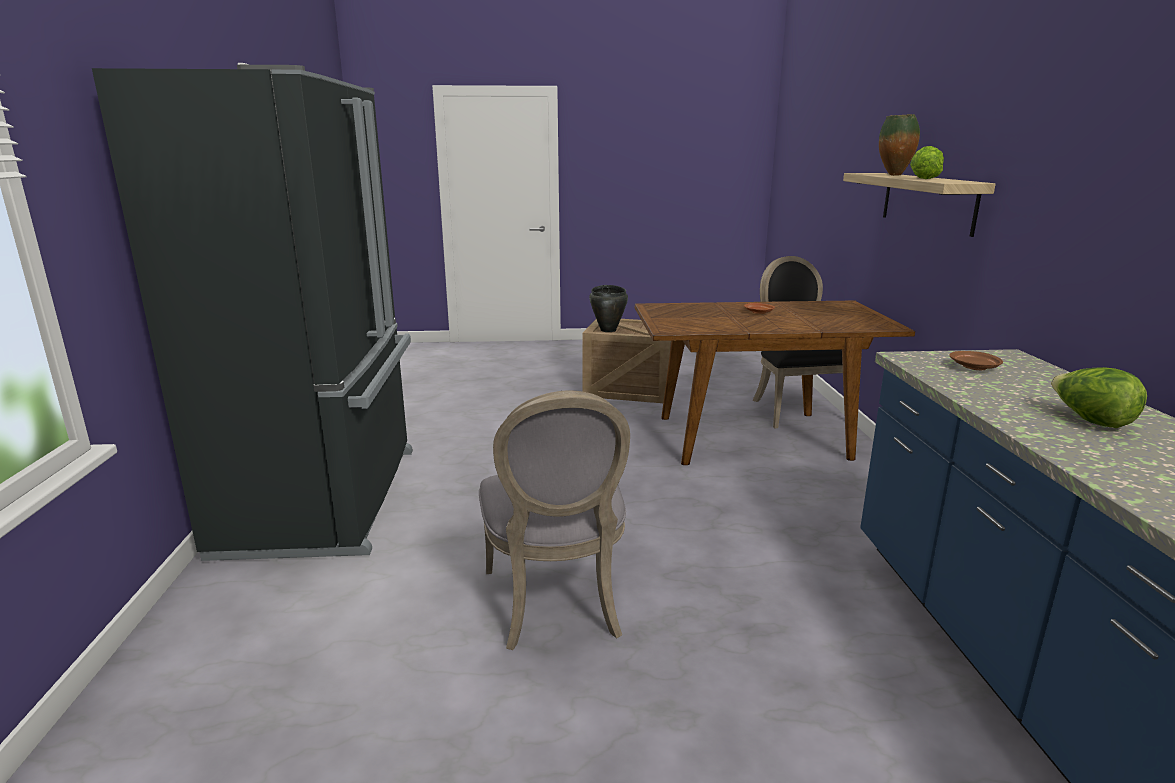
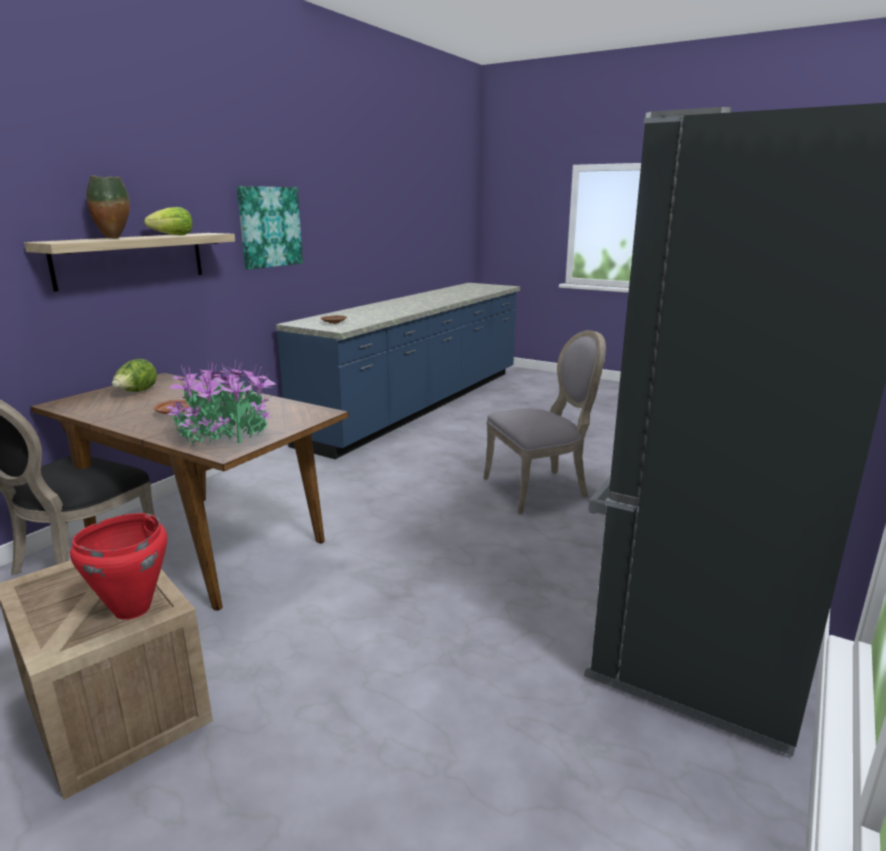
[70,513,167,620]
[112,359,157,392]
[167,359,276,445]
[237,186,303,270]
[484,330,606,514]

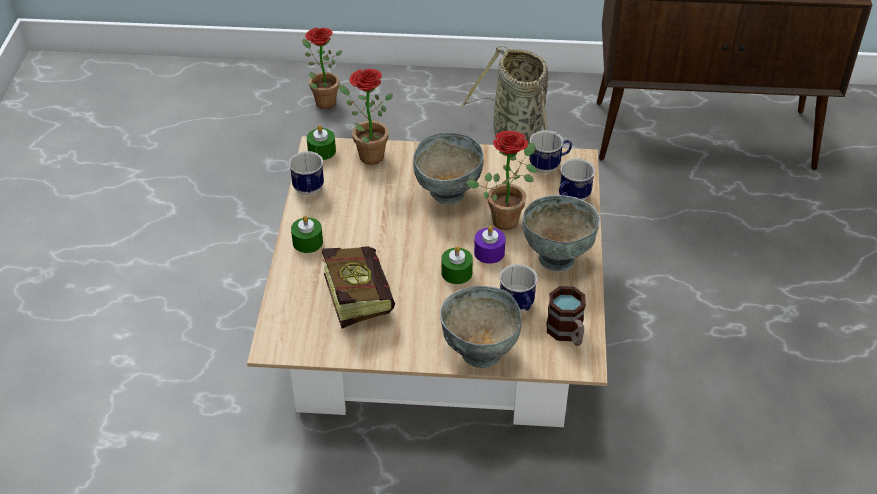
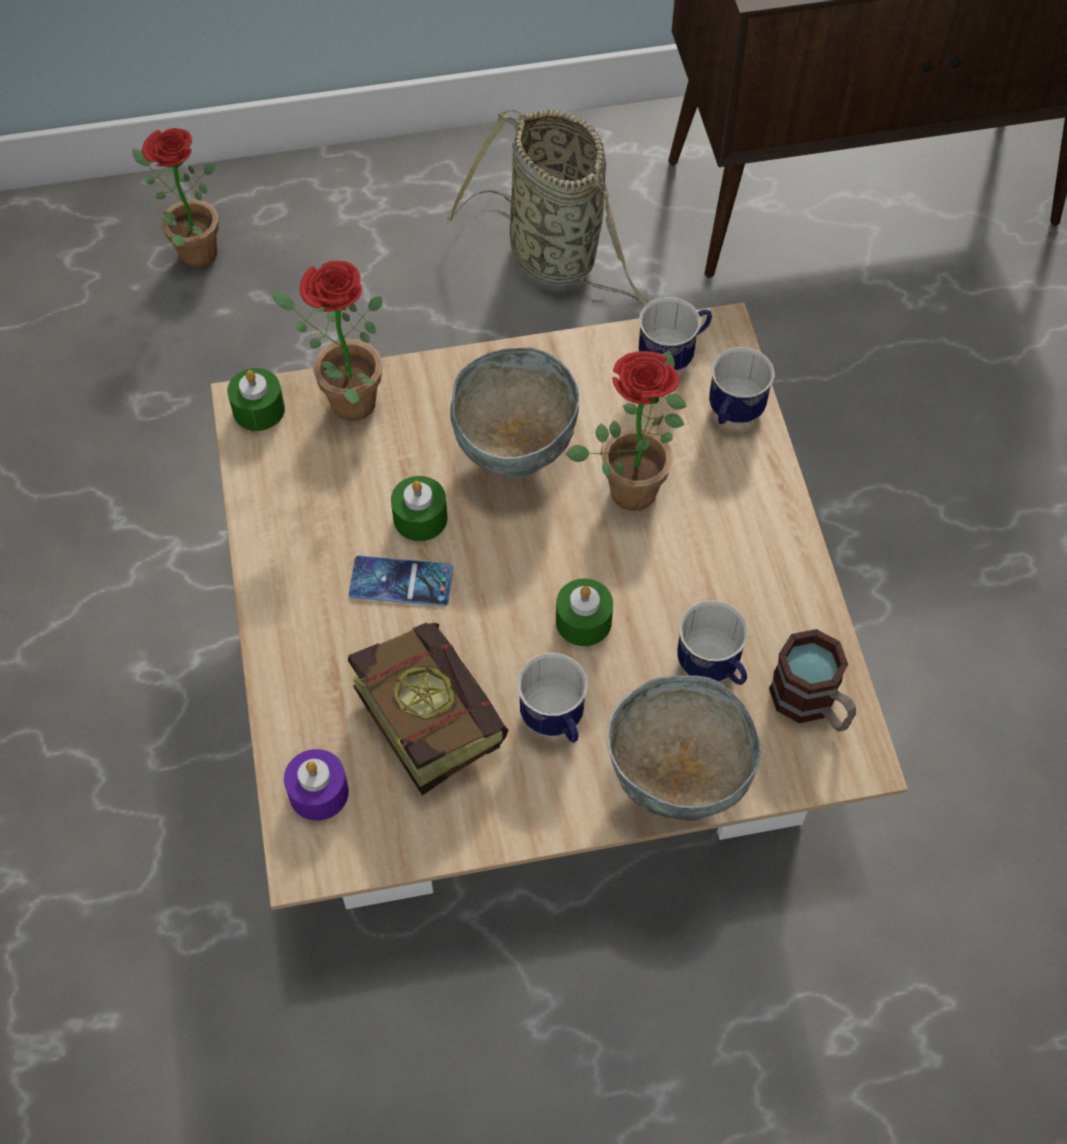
[284,749,349,821]
[349,555,453,606]
[391,476,448,541]
[517,653,587,743]
[522,195,600,272] (first image)

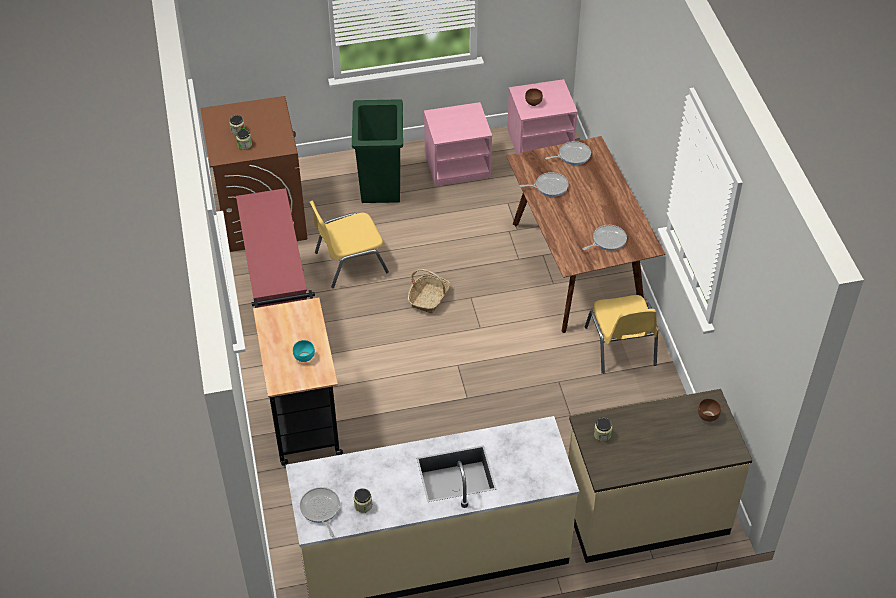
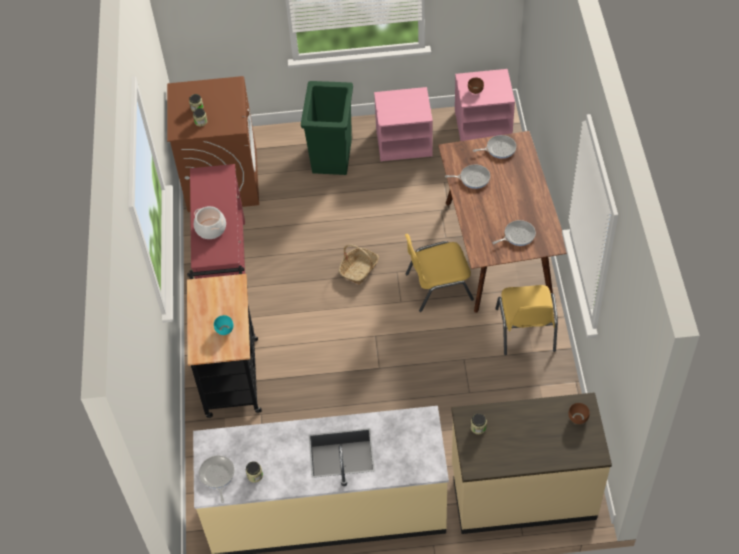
[194,206,226,239]
[405,234,474,312]

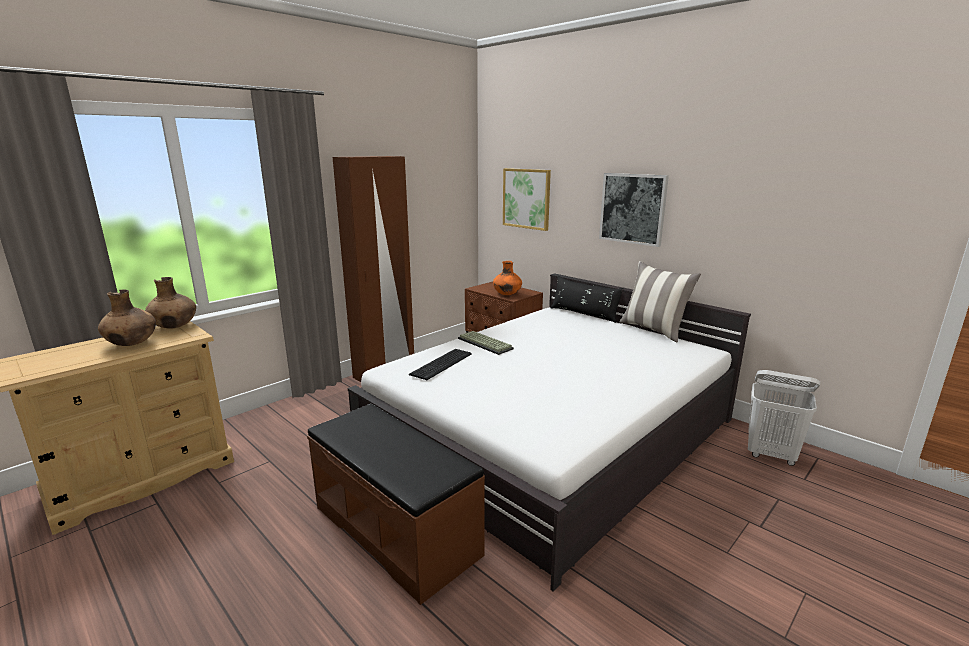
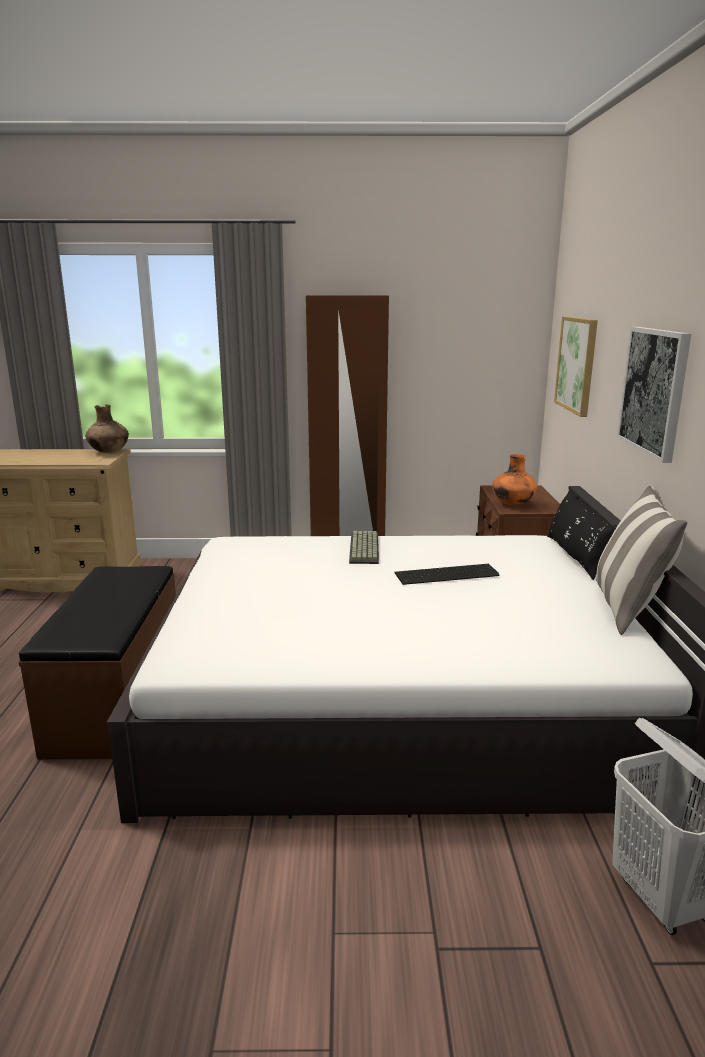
[394,564,499,585]
[98,290,156,346] (first image)

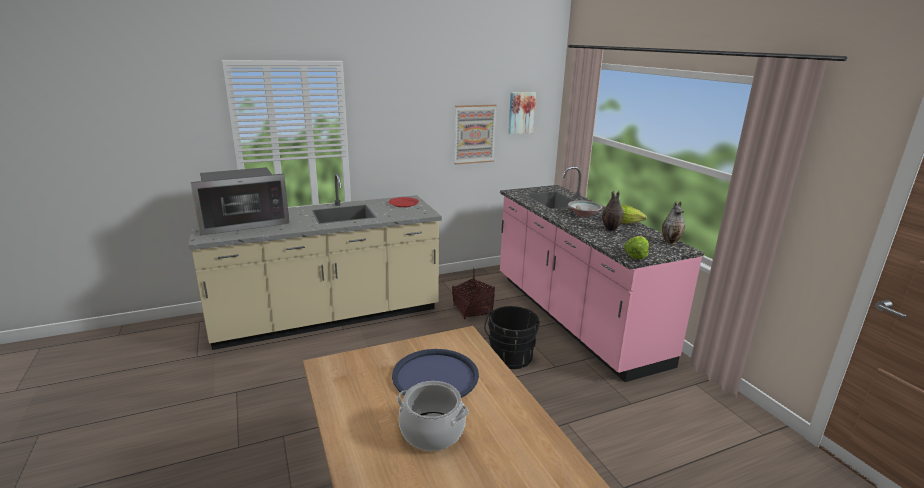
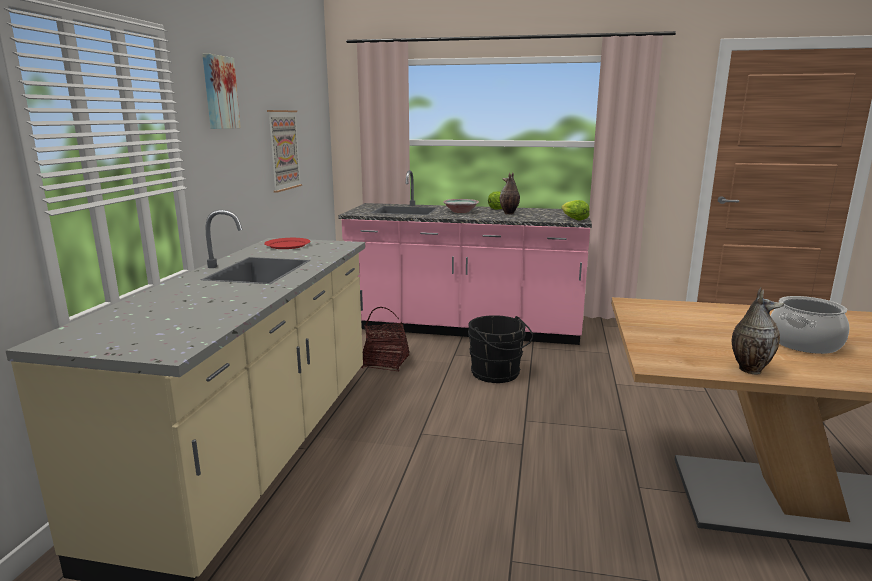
[202,53,241,129]
[732,287,784,375]
[191,167,290,236] (first image)
[392,349,479,398] (first image)

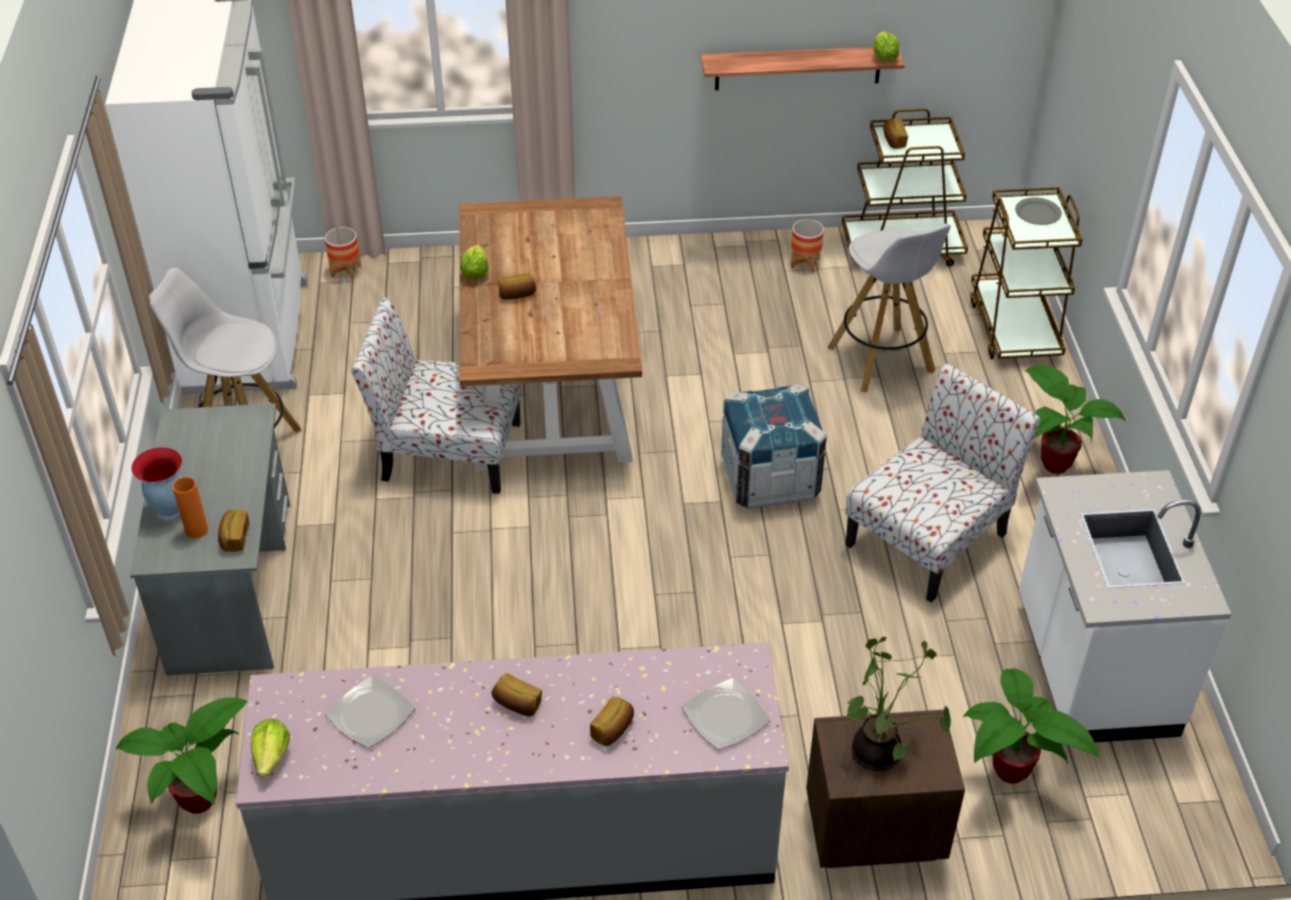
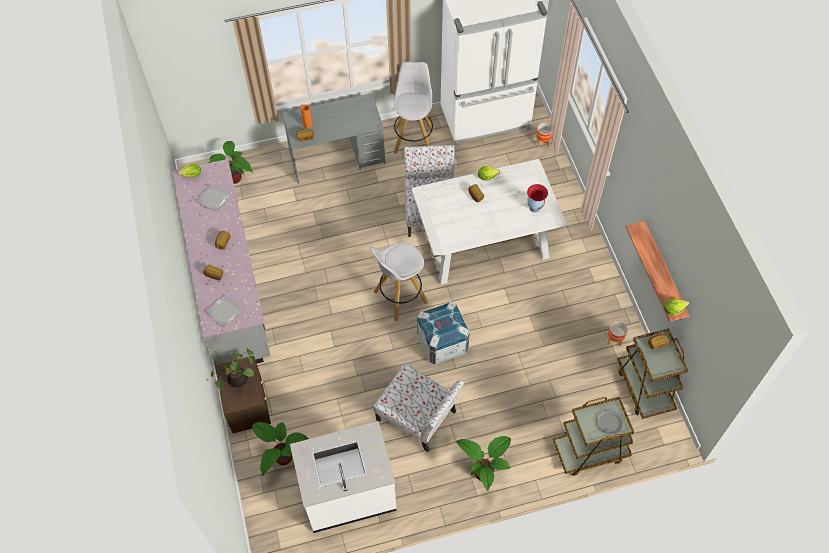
[370,242,428,321]
[411,159,567,284]
[527,184,548,213]

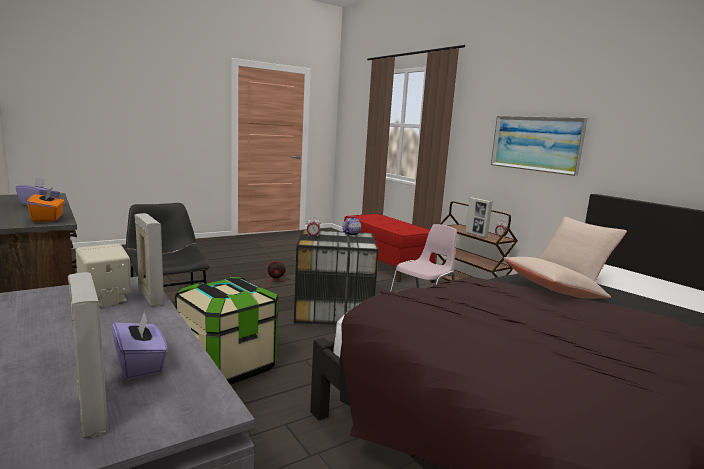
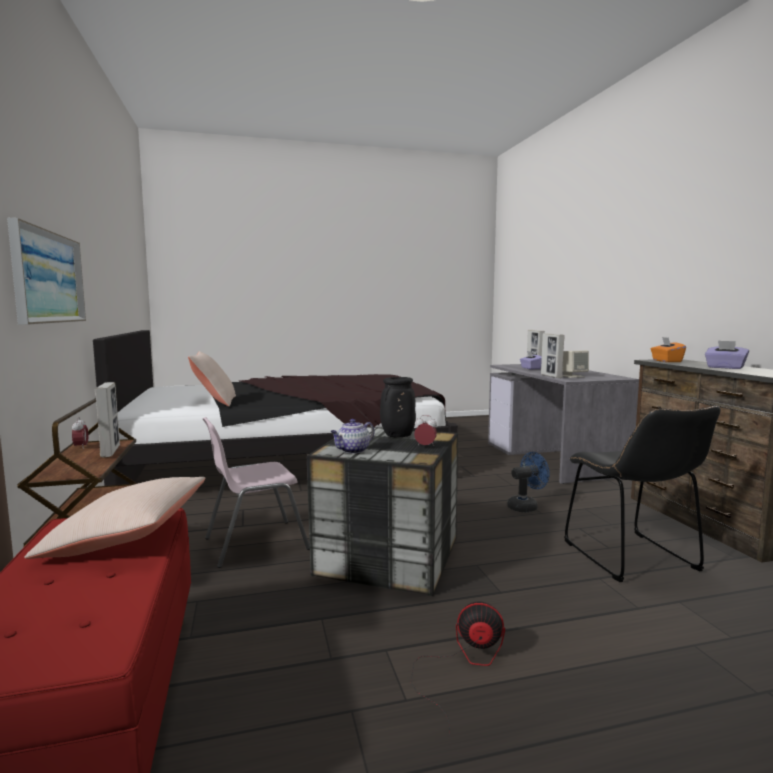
[24,477,206,559]
[380,377,416,437]
[507,452,550,512]

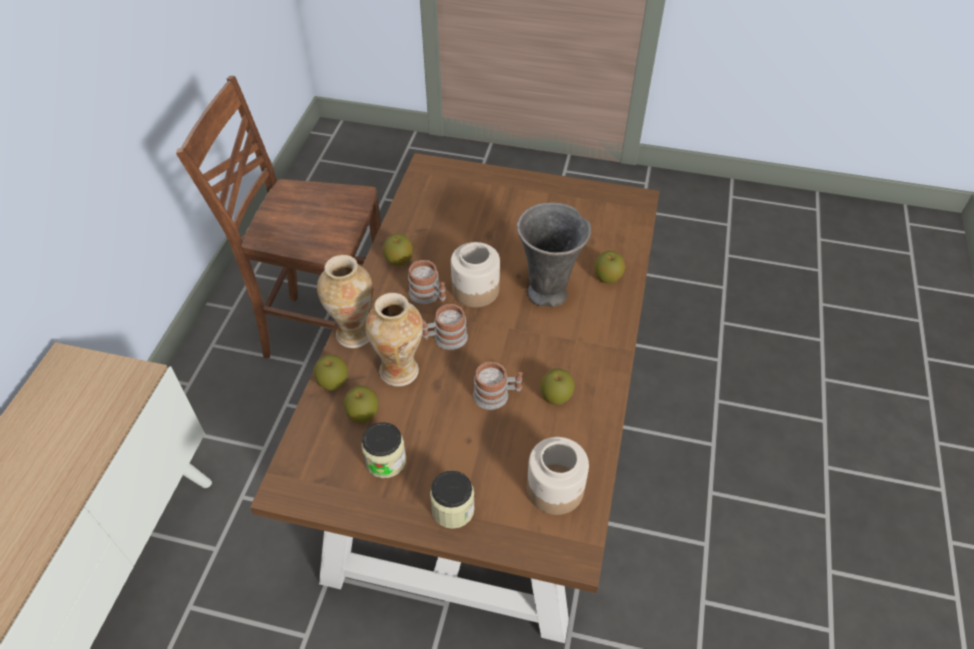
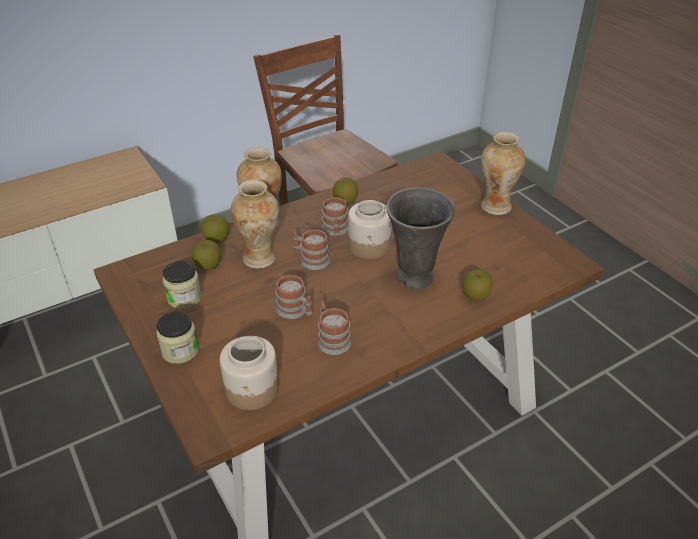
[318,301,351,355]
[481,132,525,215]

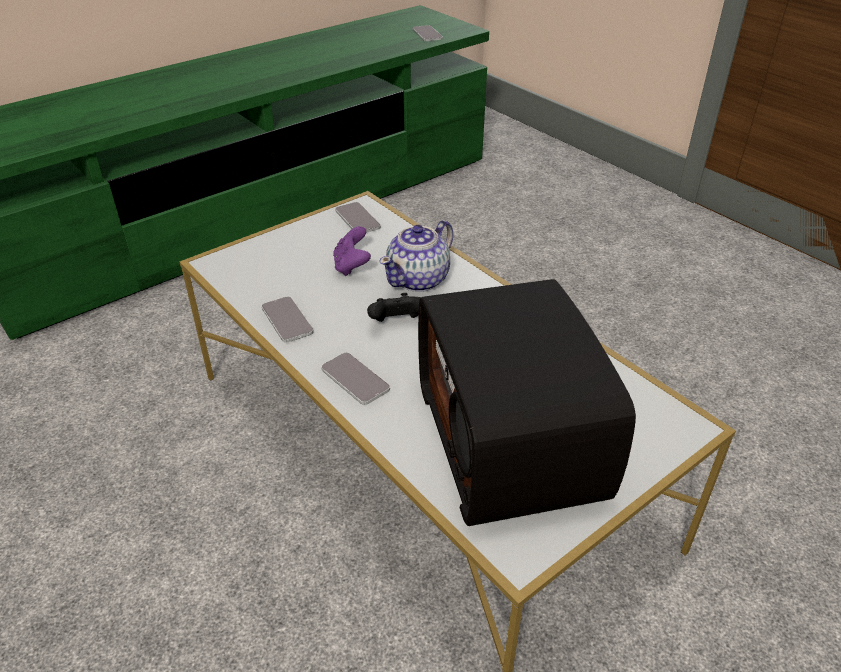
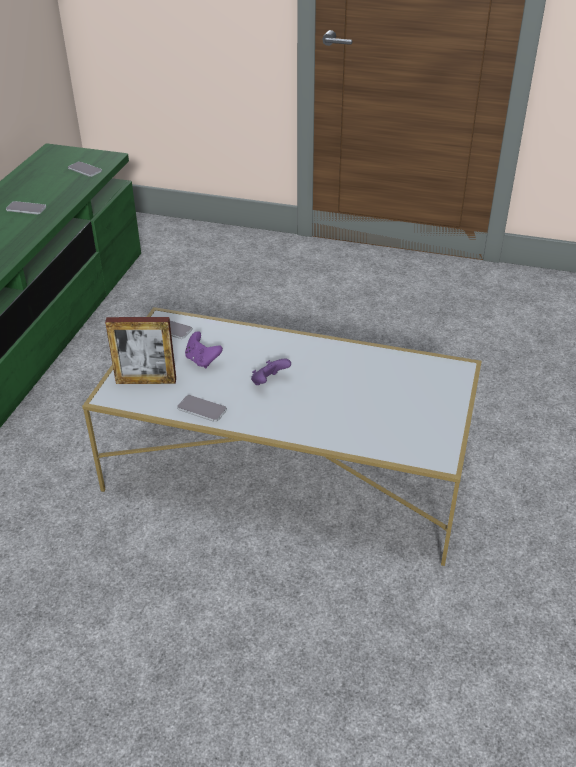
[6,201,46,214]
[105,317,176,384]
[251,359,291,385]
[380,220,454,292] (first image)
[418,279,636,526] (first image)

